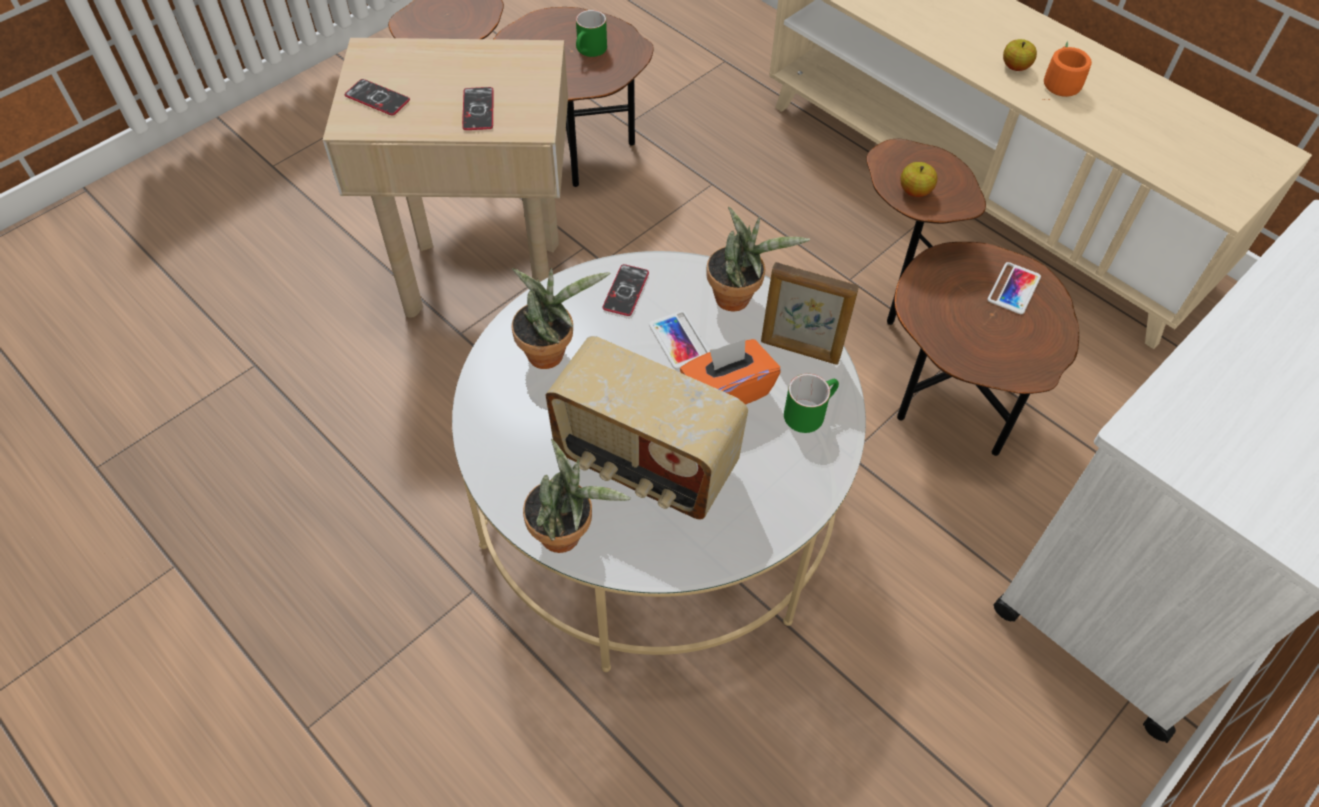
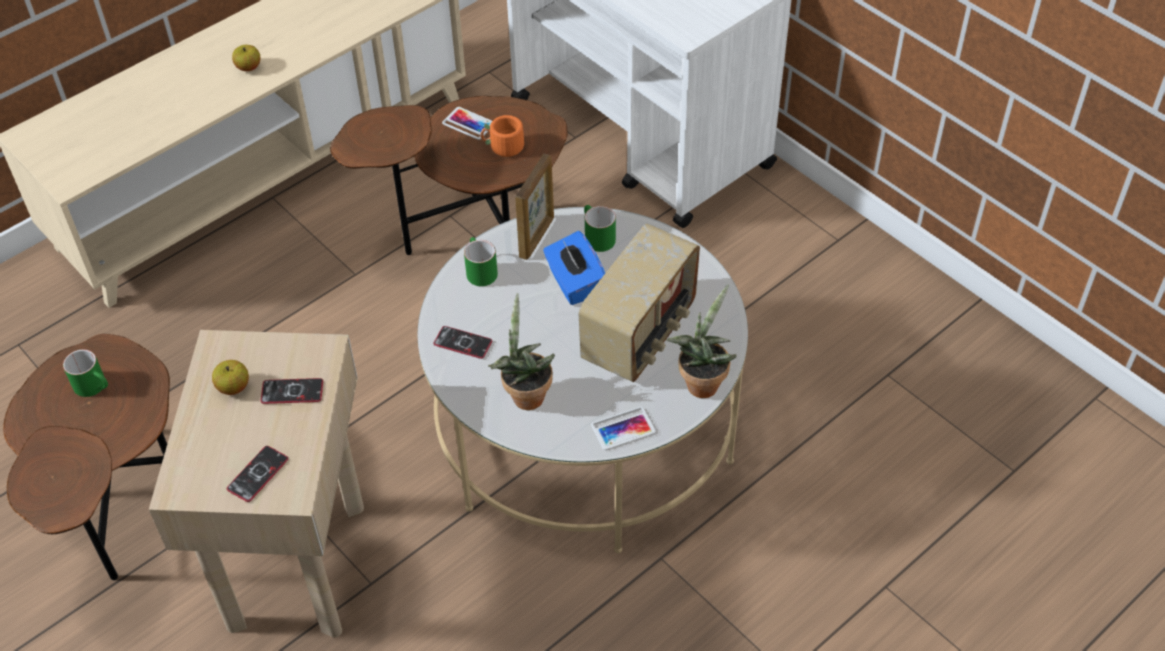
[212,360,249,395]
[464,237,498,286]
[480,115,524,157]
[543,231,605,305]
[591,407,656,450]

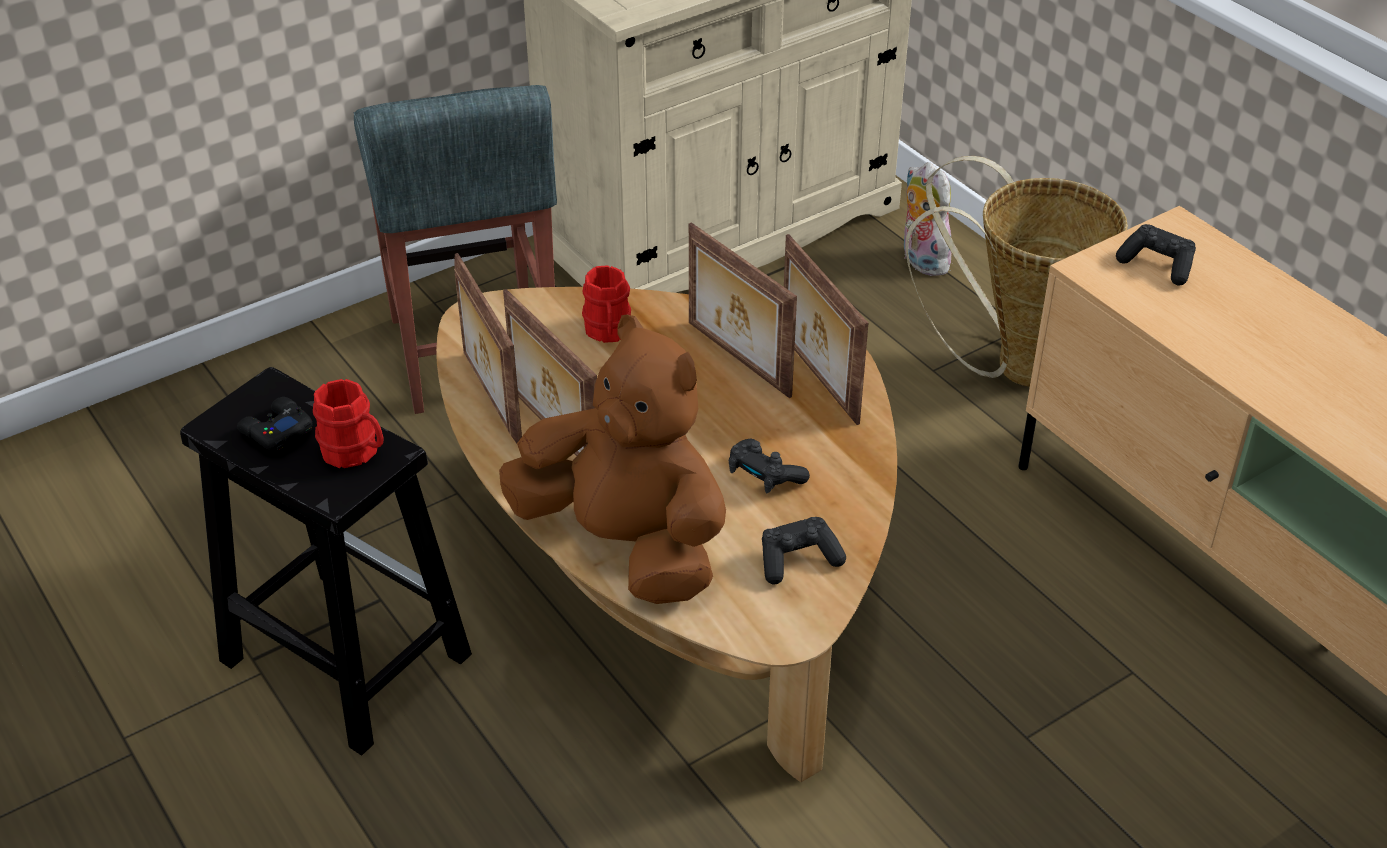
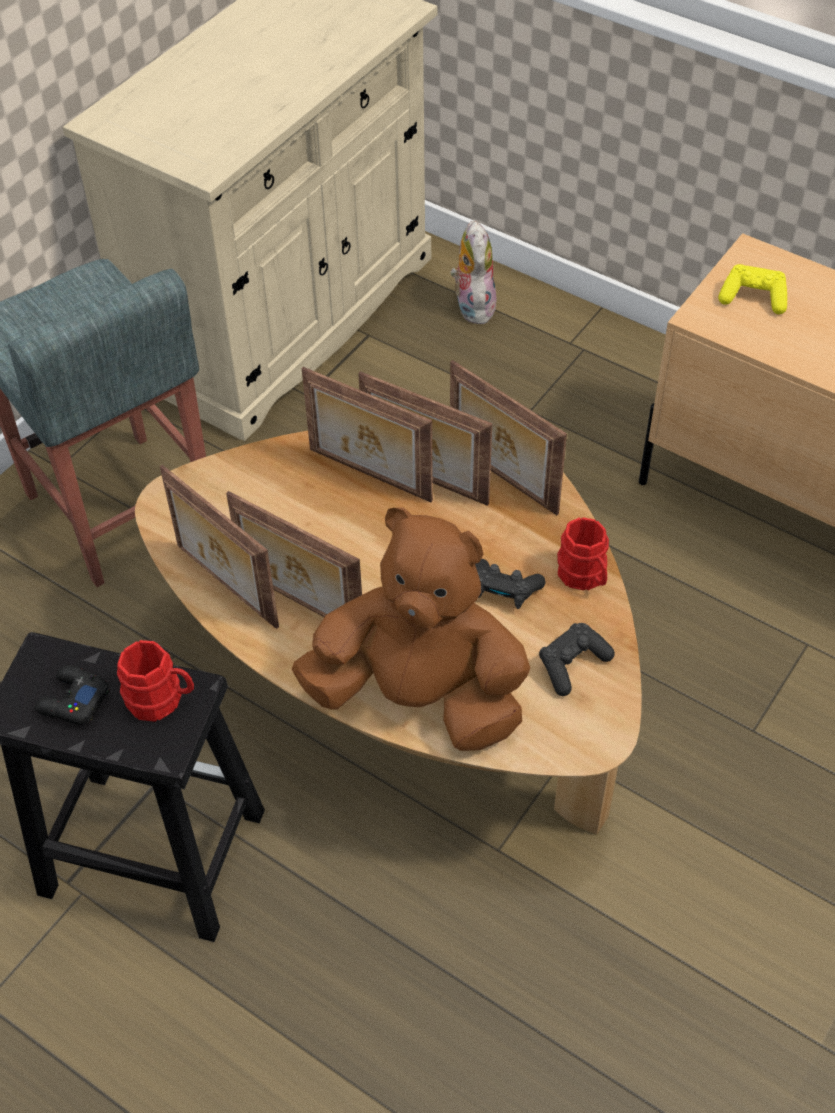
[302,367,433,502]
[450,221,496,325]
[557,517,609,590]
[718,264,787,314]
[906,156,1128,387] (first image)

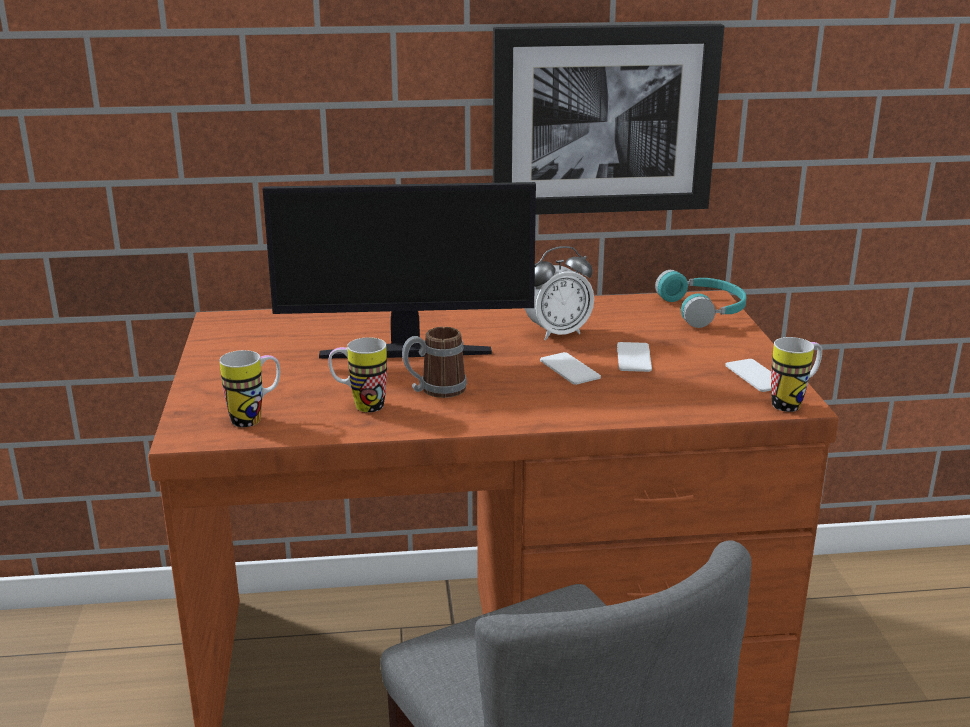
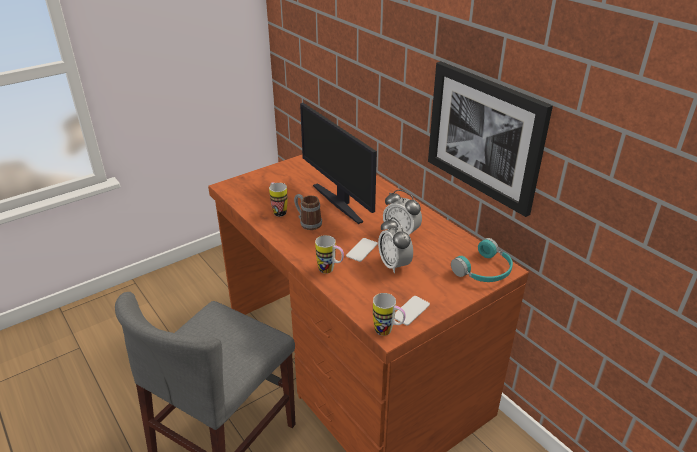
[315,235,344,274]
[378,217,413,273]

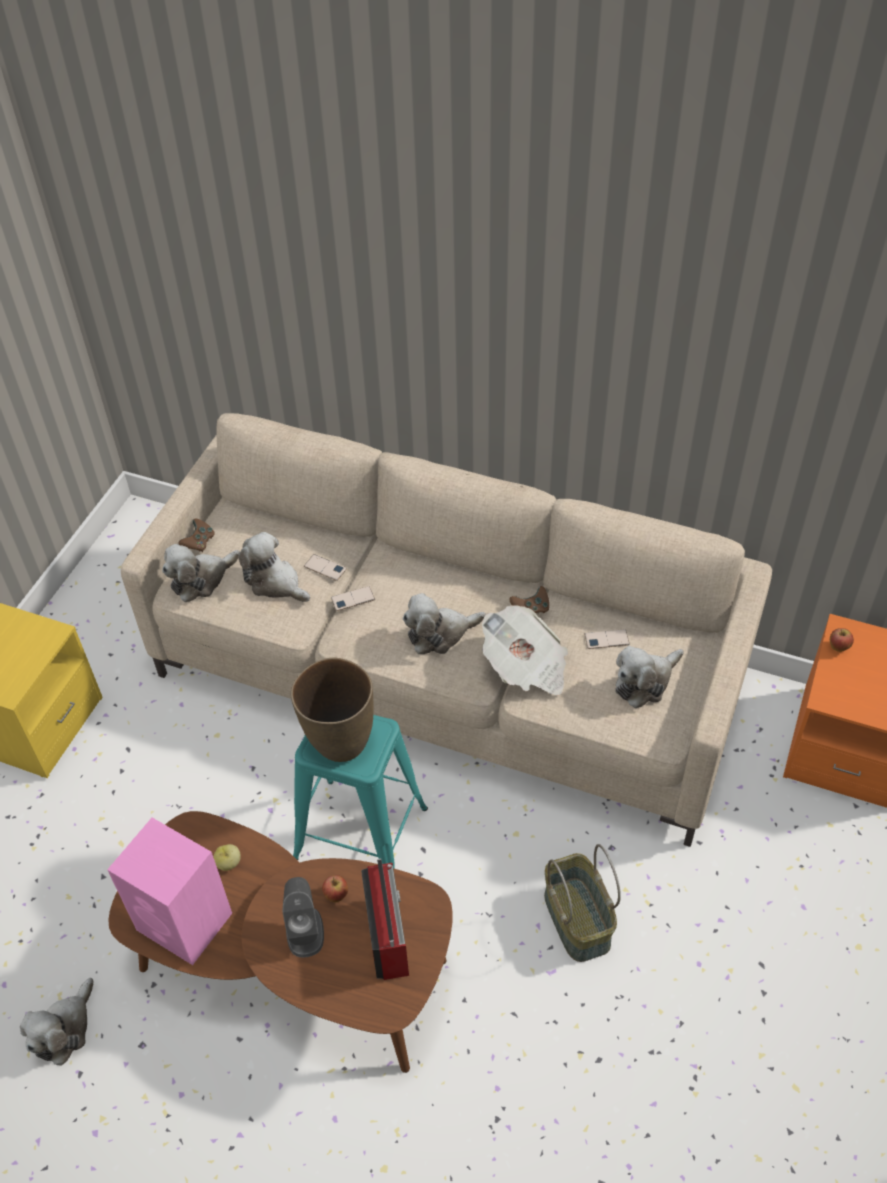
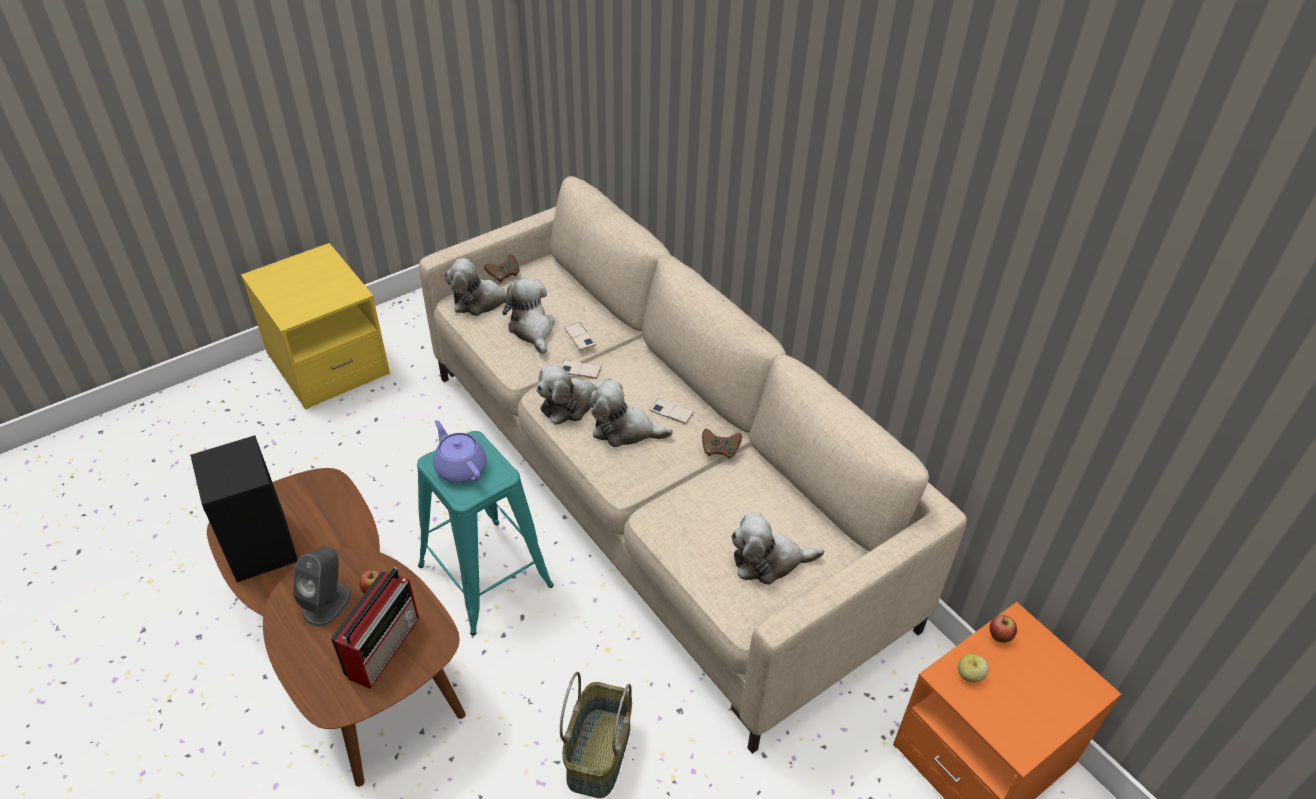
[190,435,298,582]
[433,420,487,483]
[536,364,611,425]
[650,398,694,424]
[958,654,989,682]
[482,605,568,696] (first image)

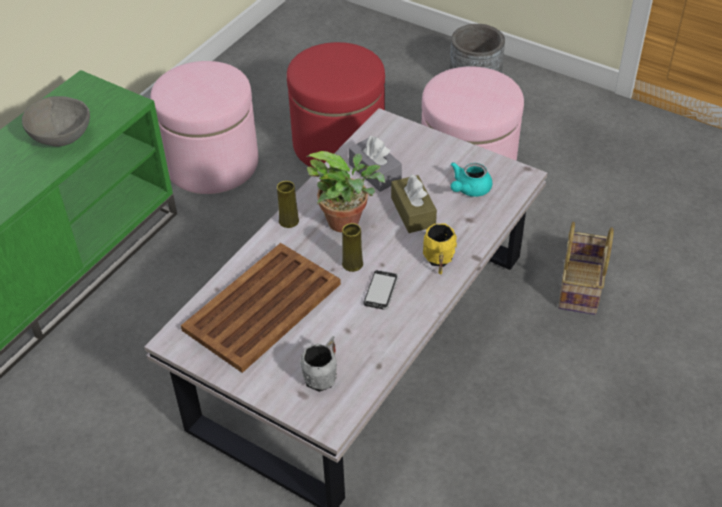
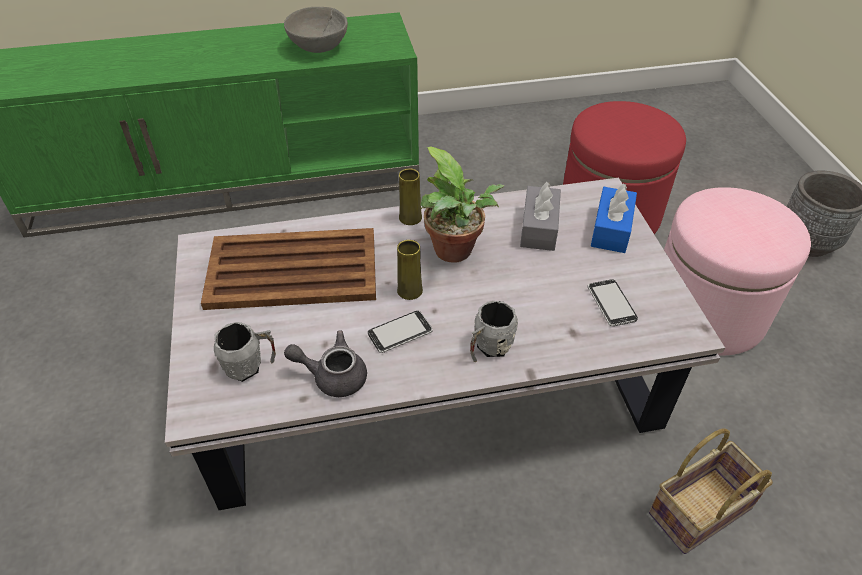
[284,331,367,397]
[470,301,518,362]
[588,279,638,326]
[591,183,637,253]
[150,61,258,194] (first image)
[391,174,437,233] (first image)

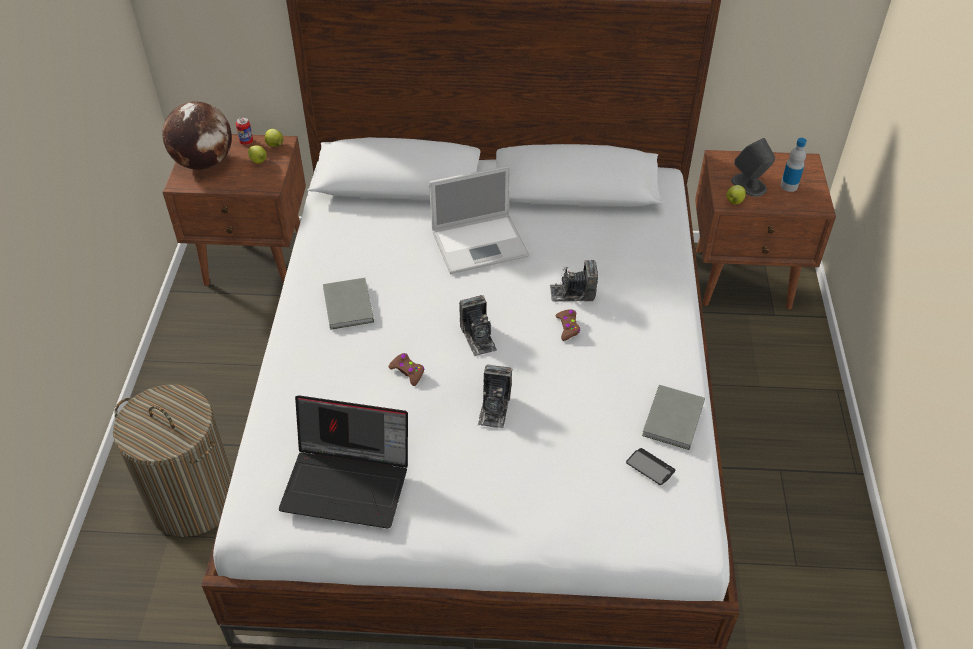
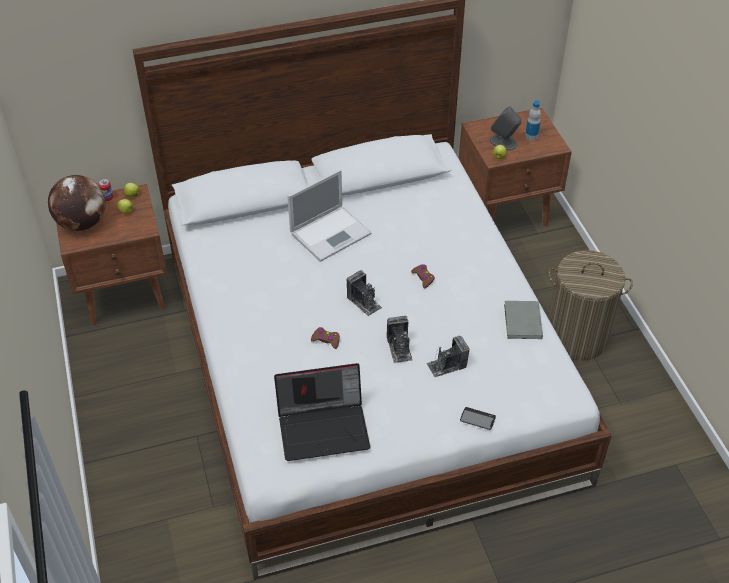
[427,336,469,377]
[460,407,496,430]
[548,250,633,361]
[323,278,374,330] (first image)

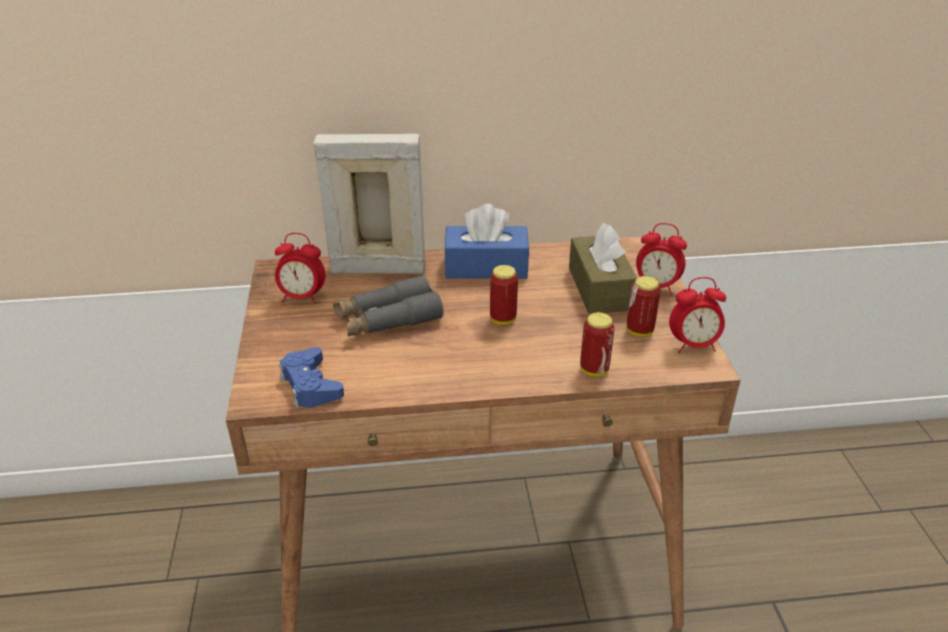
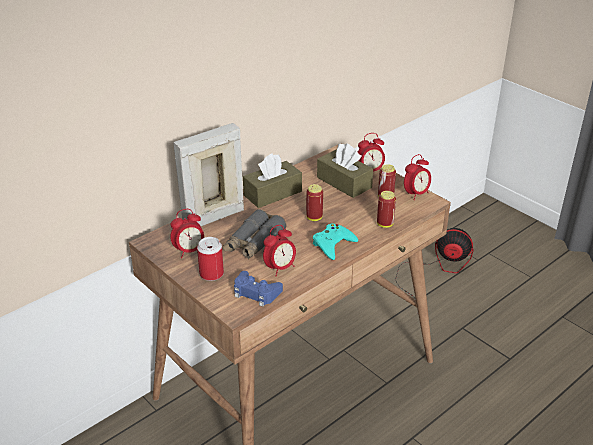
[197,237,224,281]
[243,153,302,208]
[263,225,296,276]
[313,223,358,260]
[395,228,474,315]

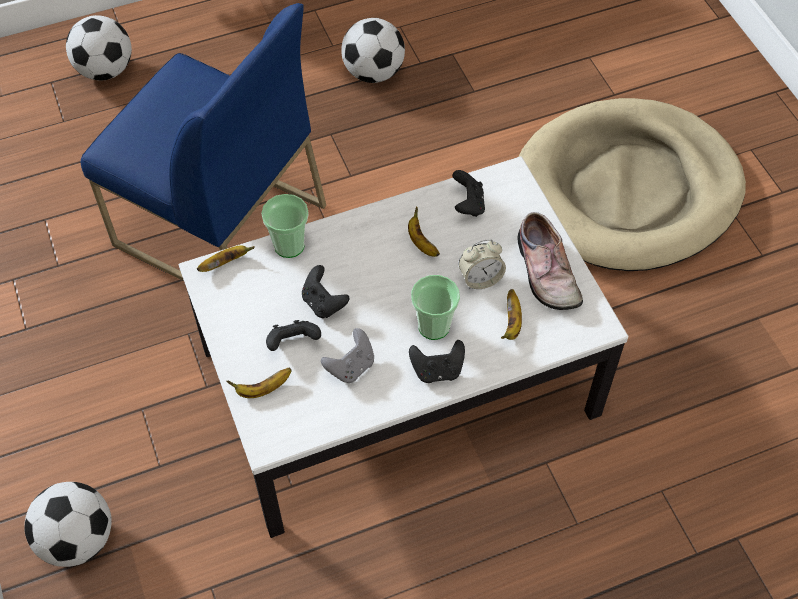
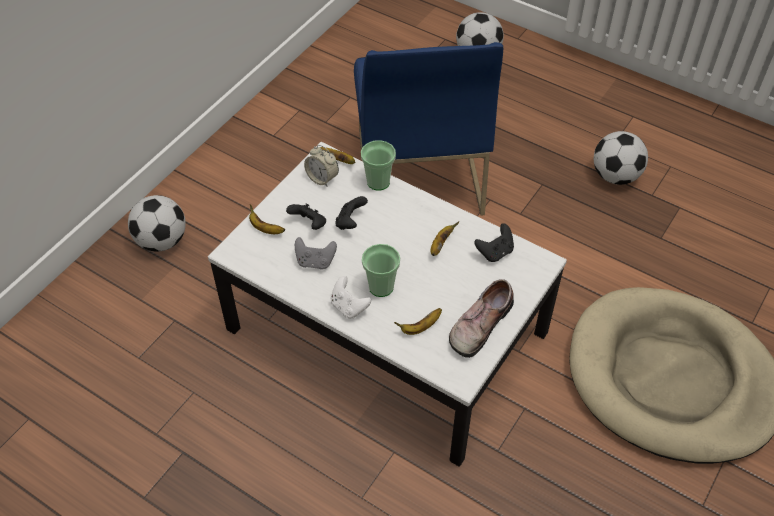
[304,145,339,186]
[331,276,371,319]

